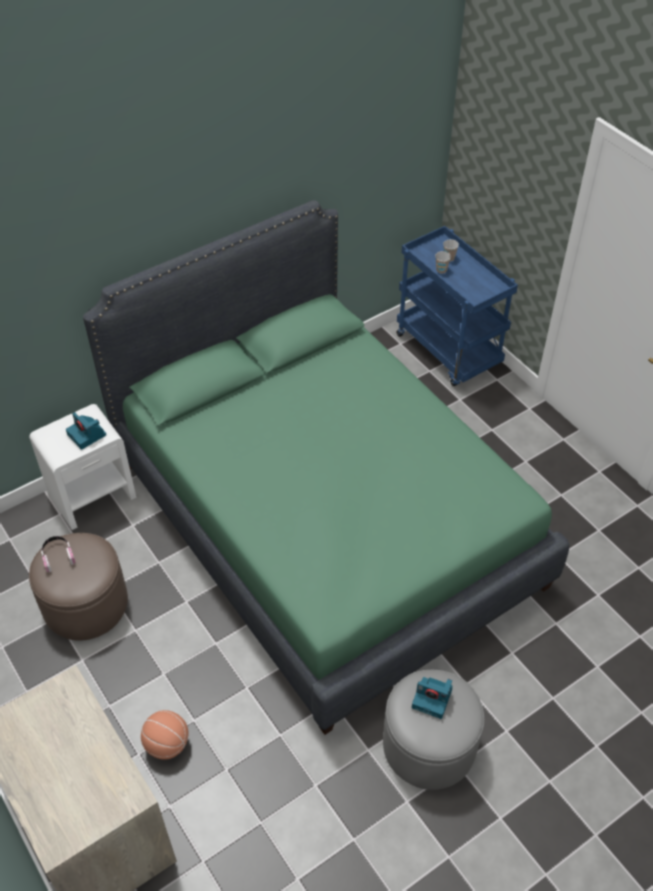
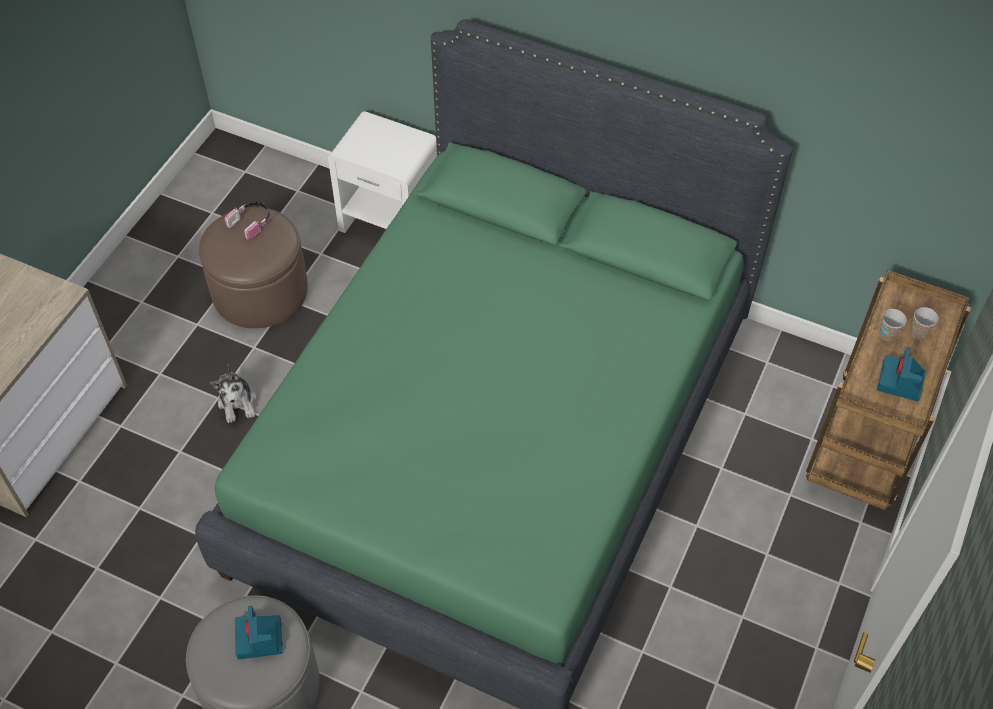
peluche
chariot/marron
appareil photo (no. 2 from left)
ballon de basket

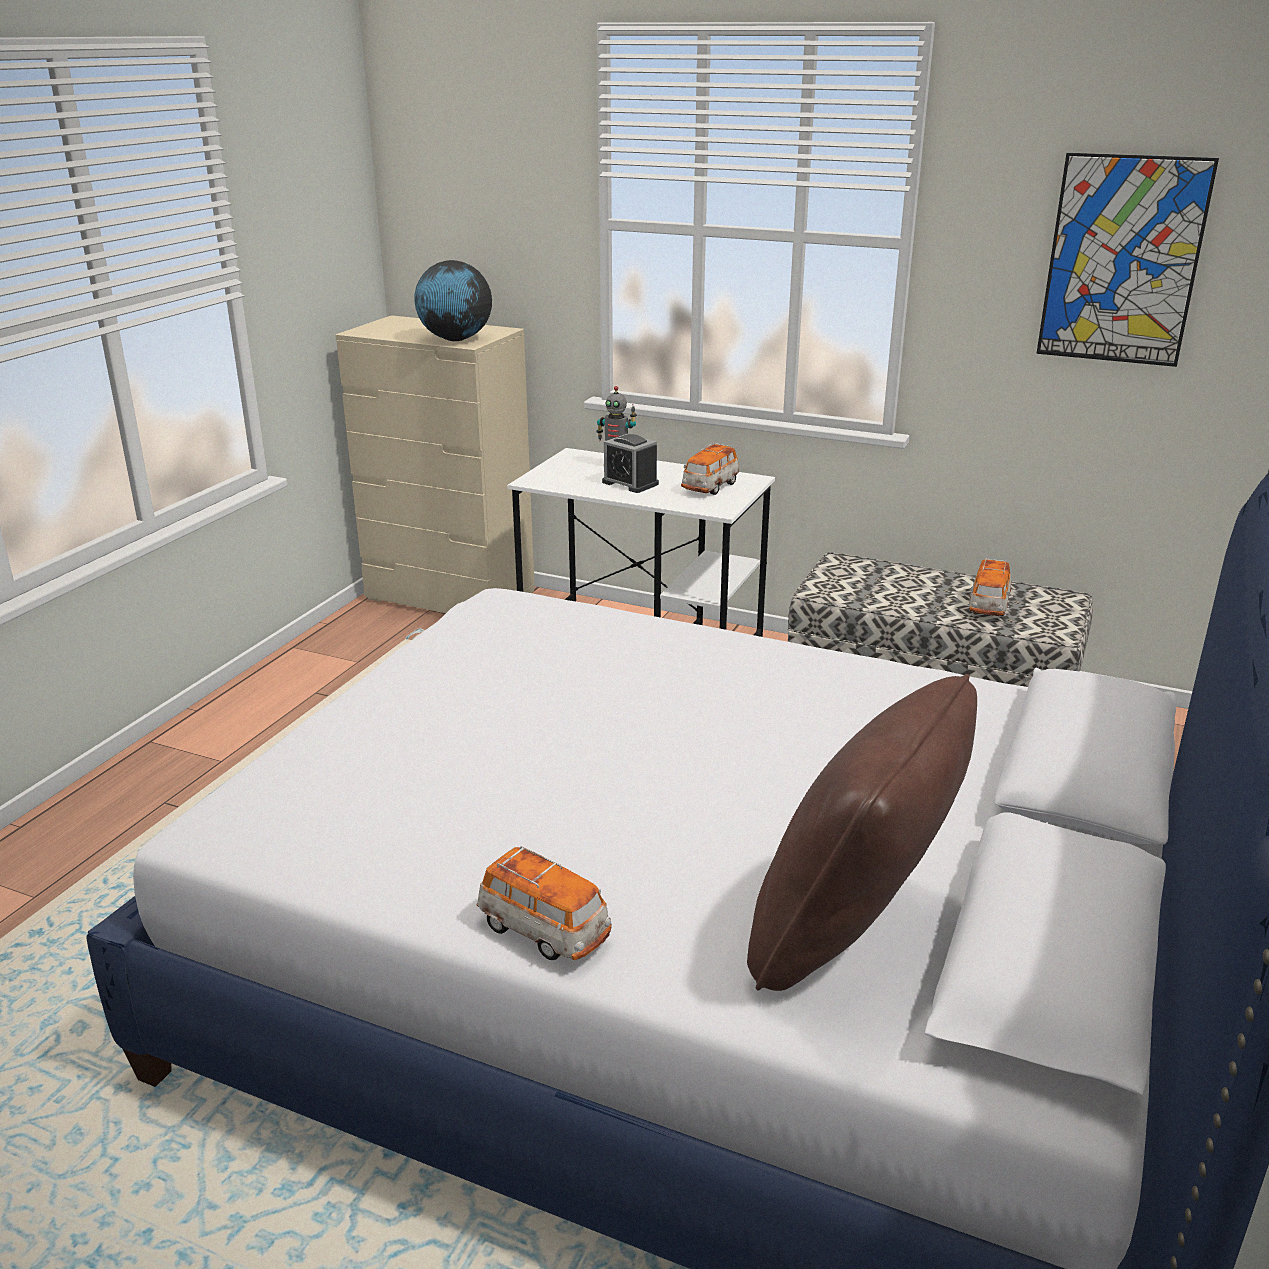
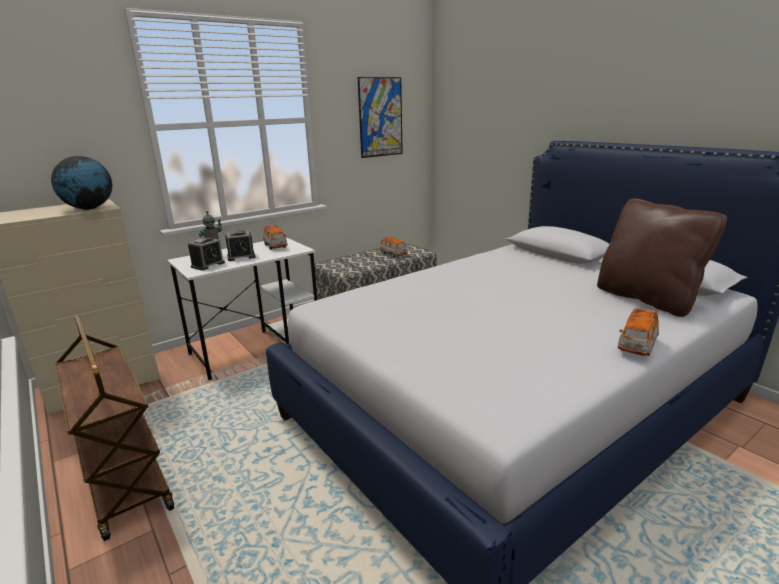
chariot/marron
réveil (no. 1 from left)
petite voiture (no. 3 from left)

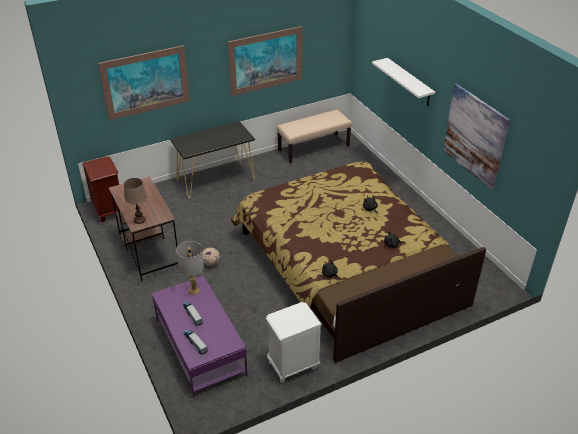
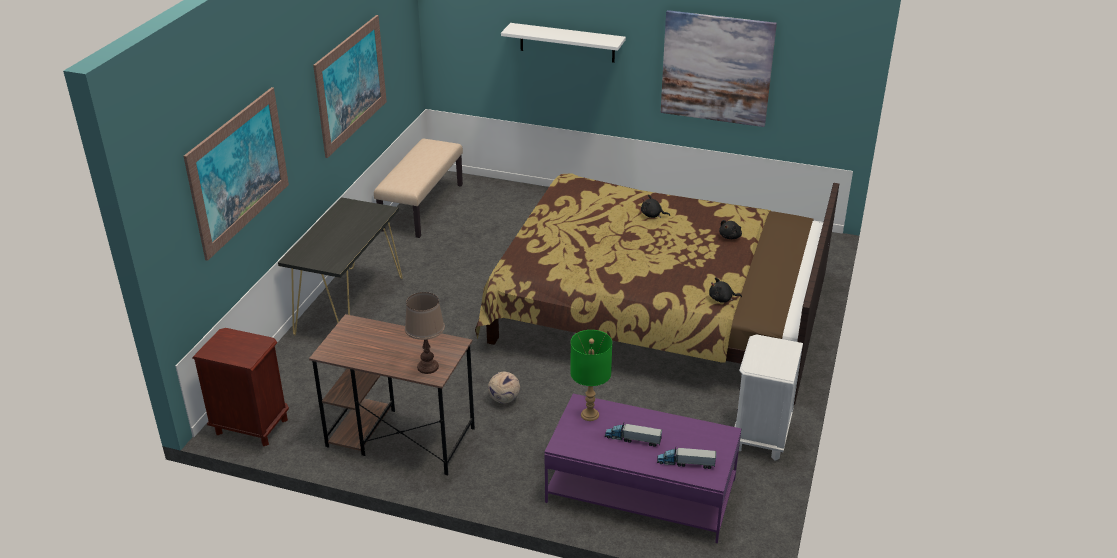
lampe de table/vert

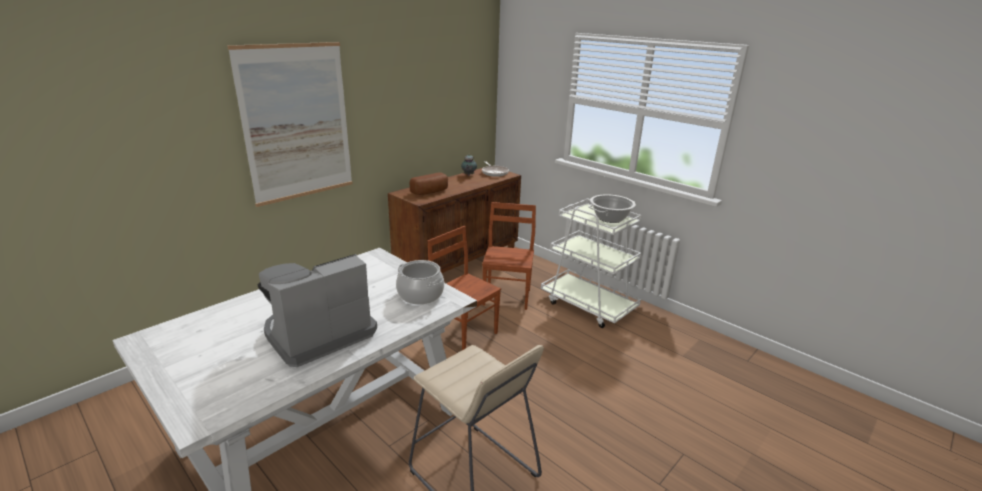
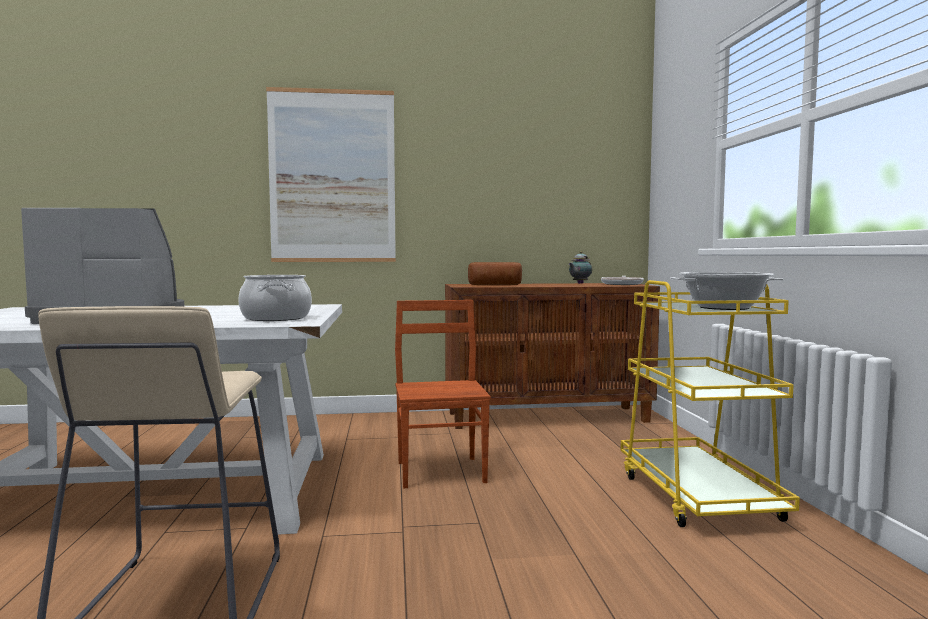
chariot/jaune
chaise/marron (no. 2 from left in the first image)

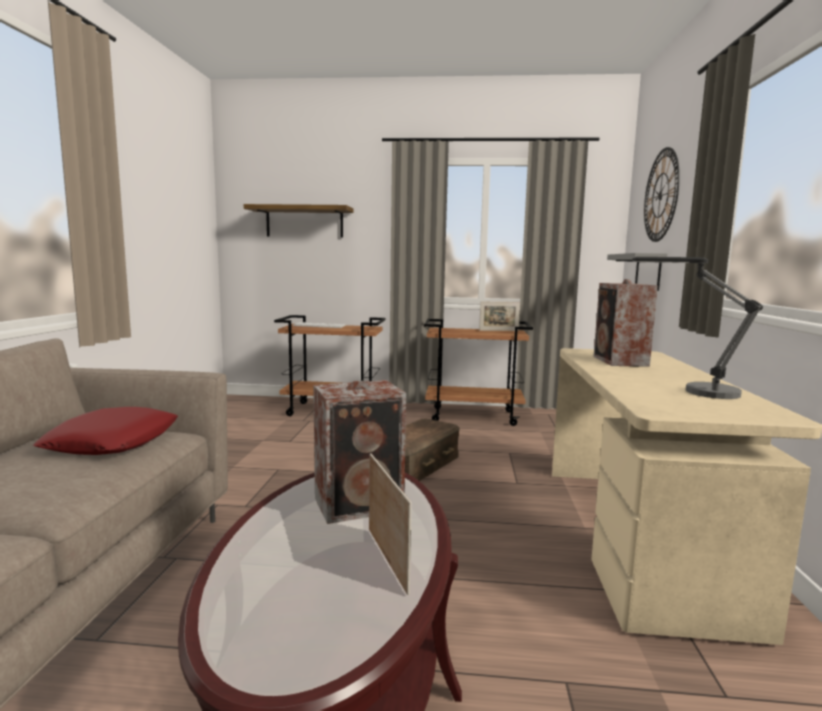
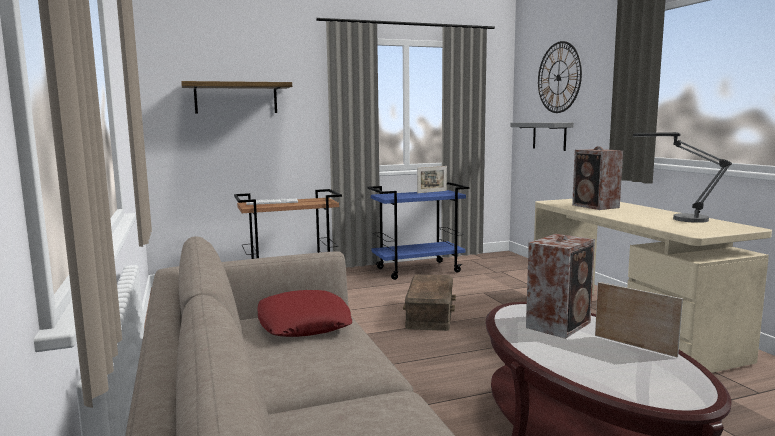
chariot/bleu

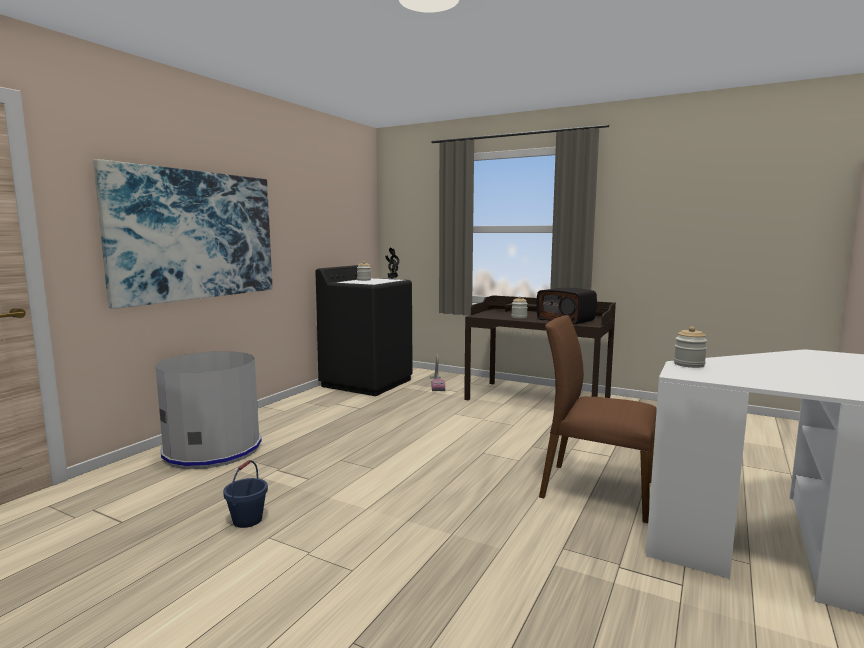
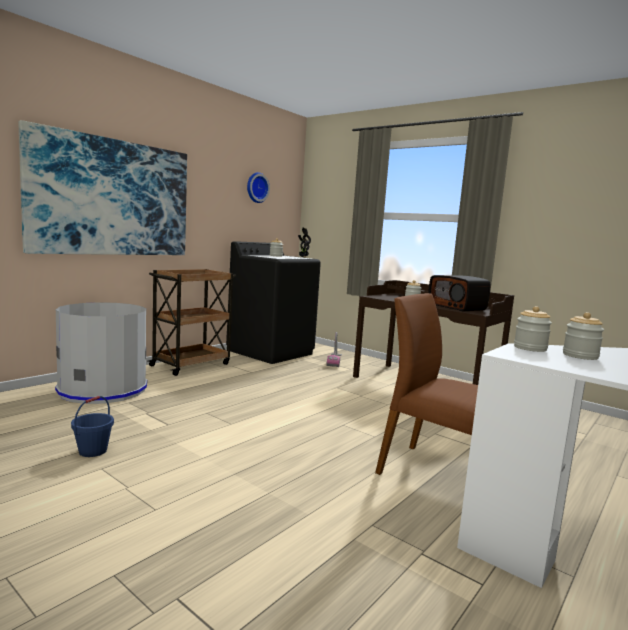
chariot/marron
horloge murale
bocal (no. 4 from left)

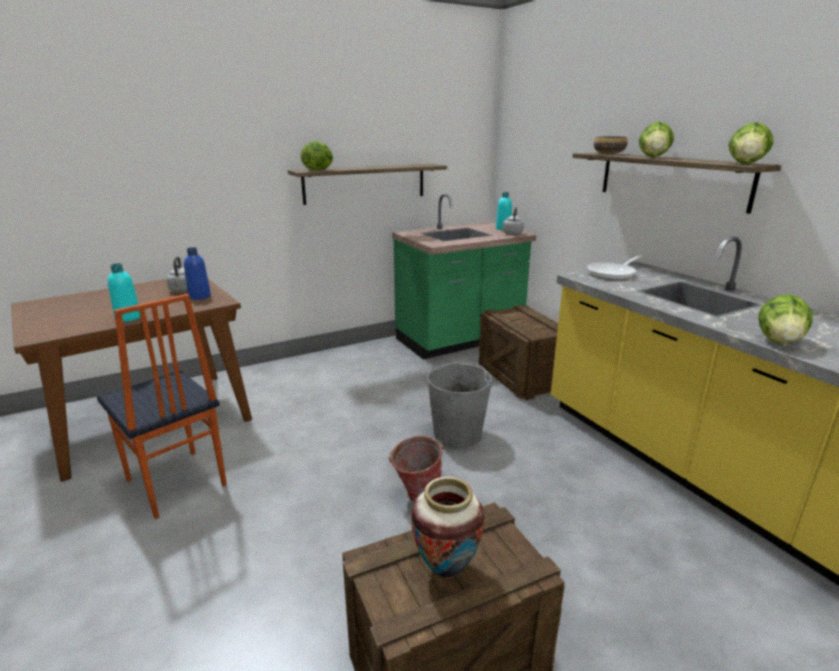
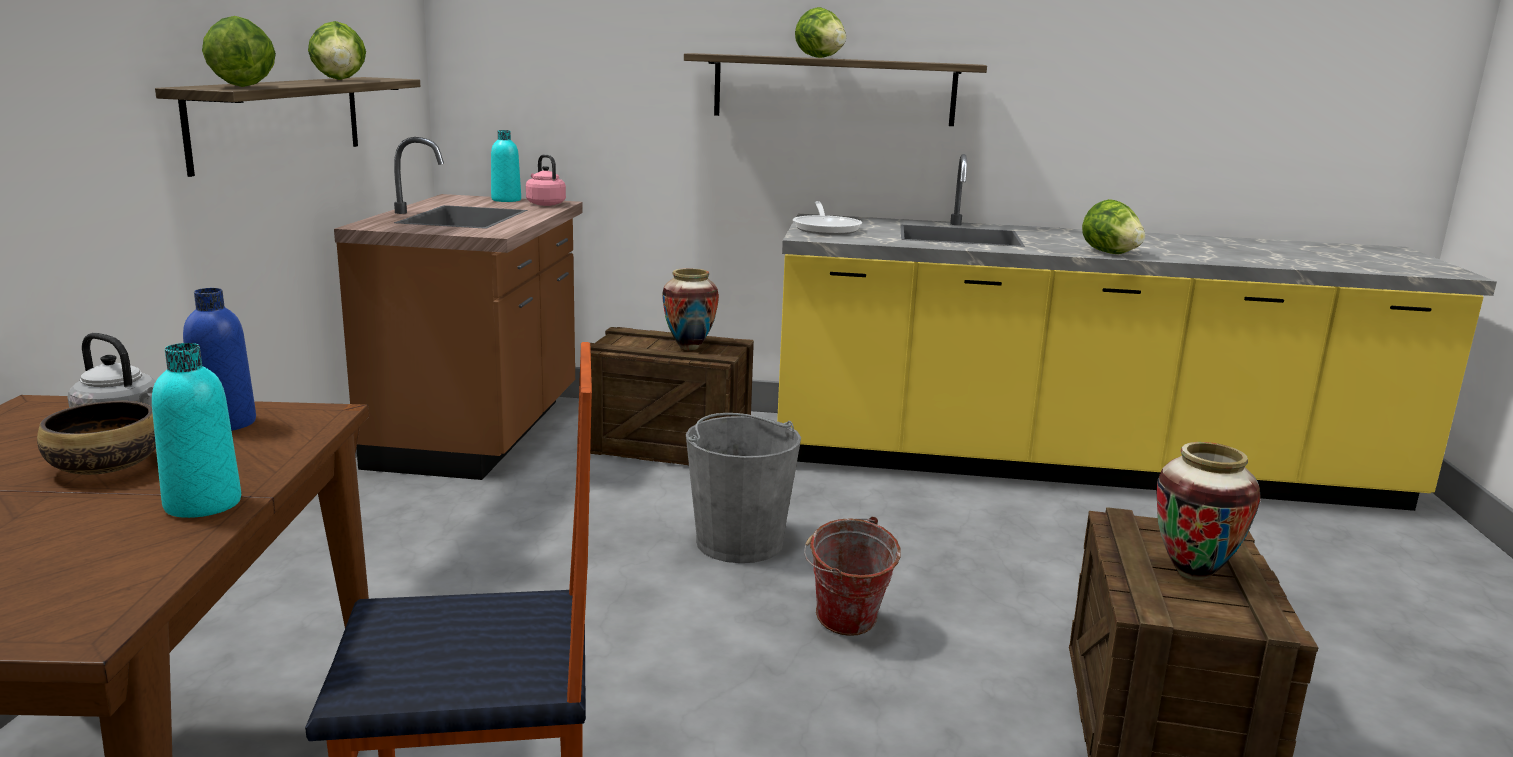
bol
laitue (no. 2 from left)
comptoir de cuisine/marron
bouilloire/rose
vase (no. 1 from left)

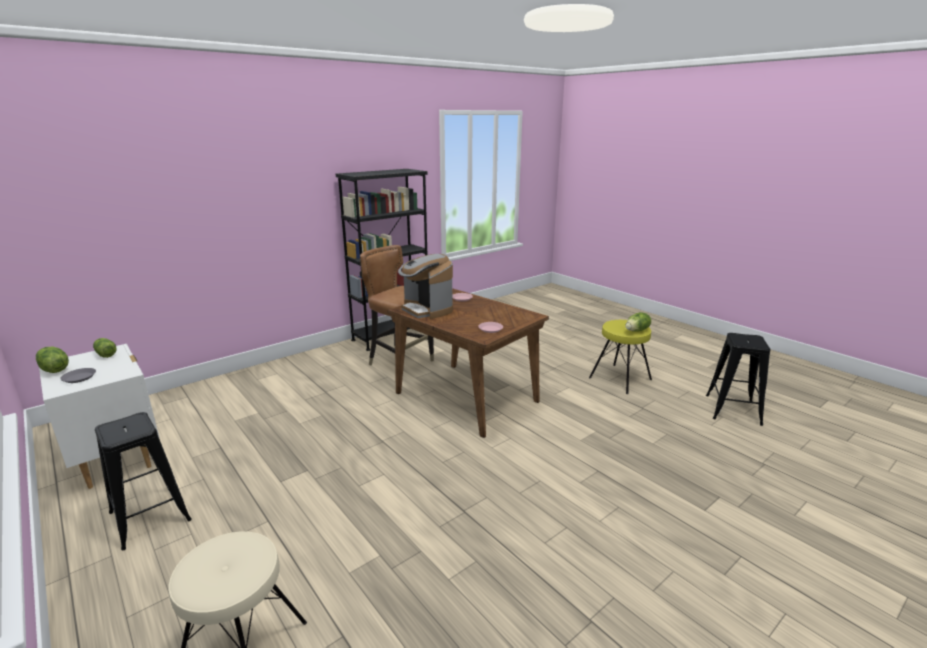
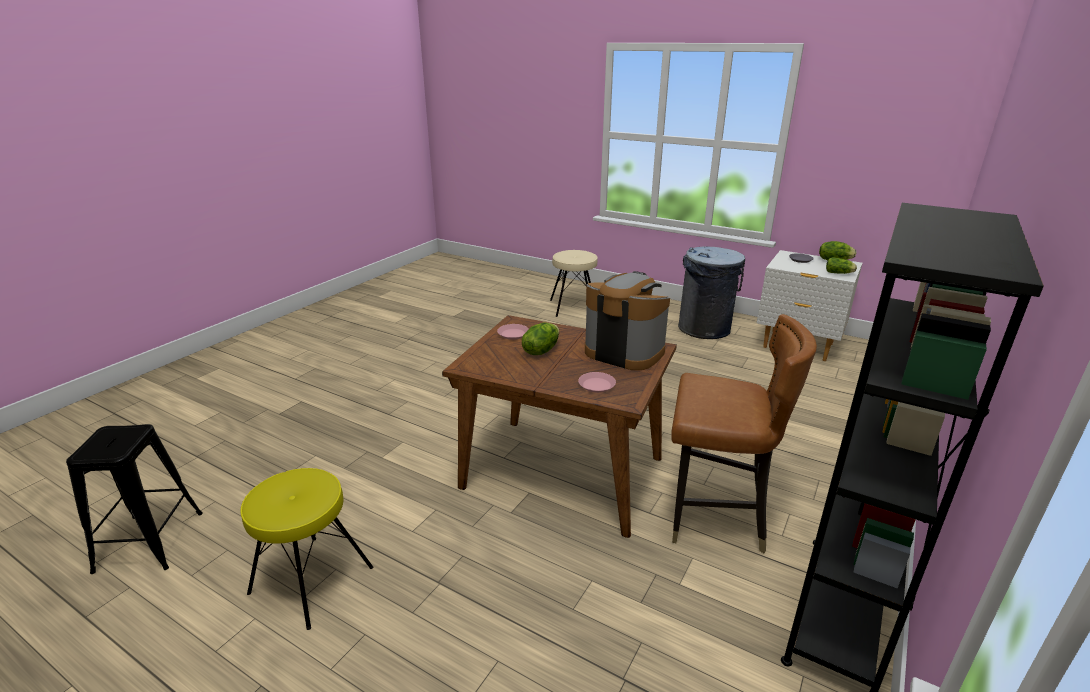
laitue (no. 1 from left)
poubelle/gris

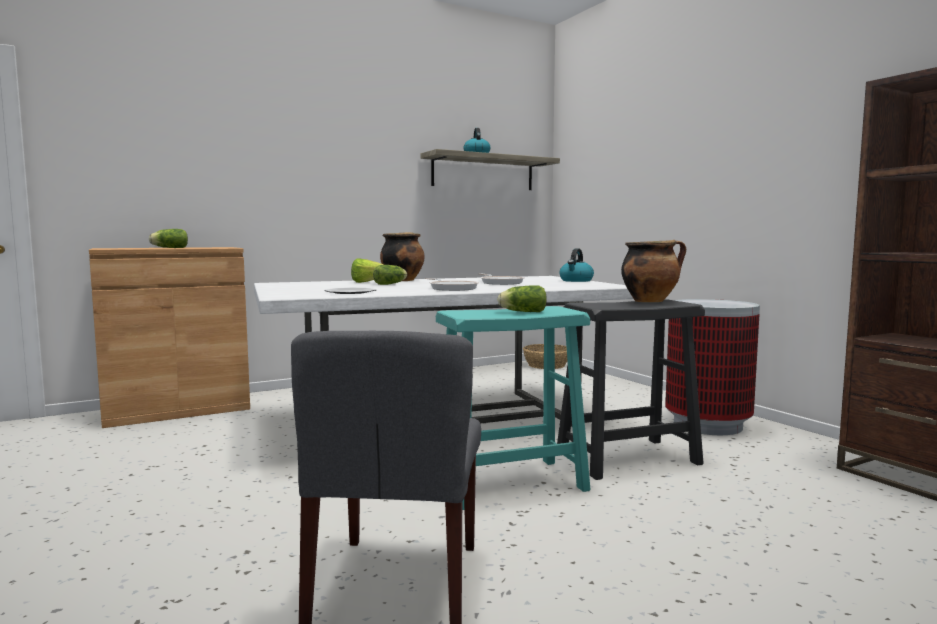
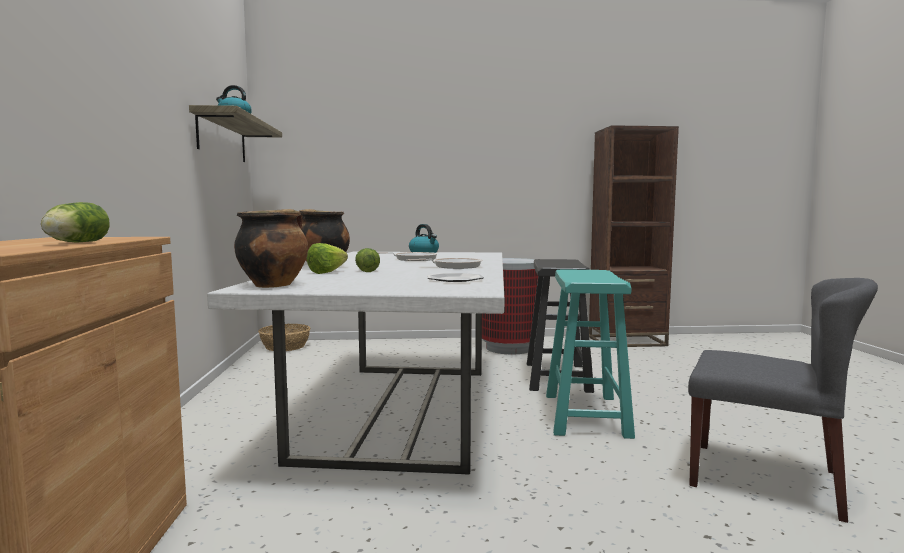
marmite (no. 1 from left)
laitue (no. 4 from left in the first image)

